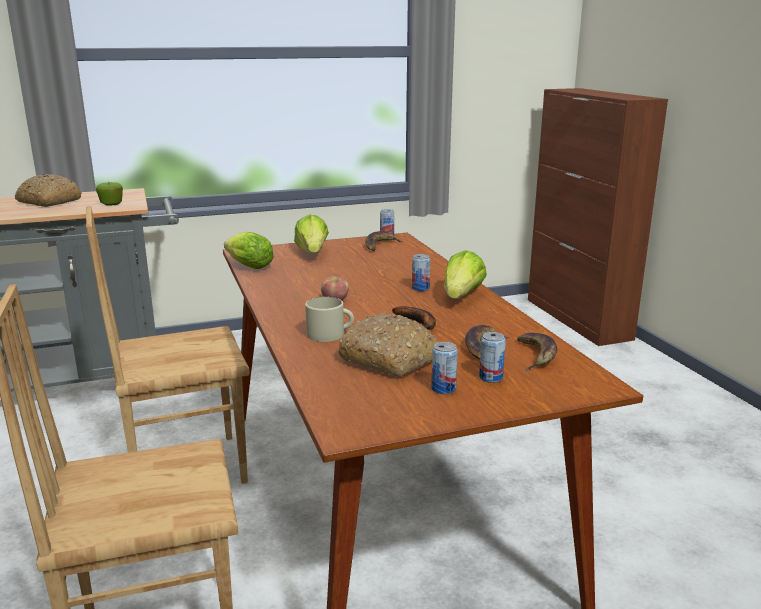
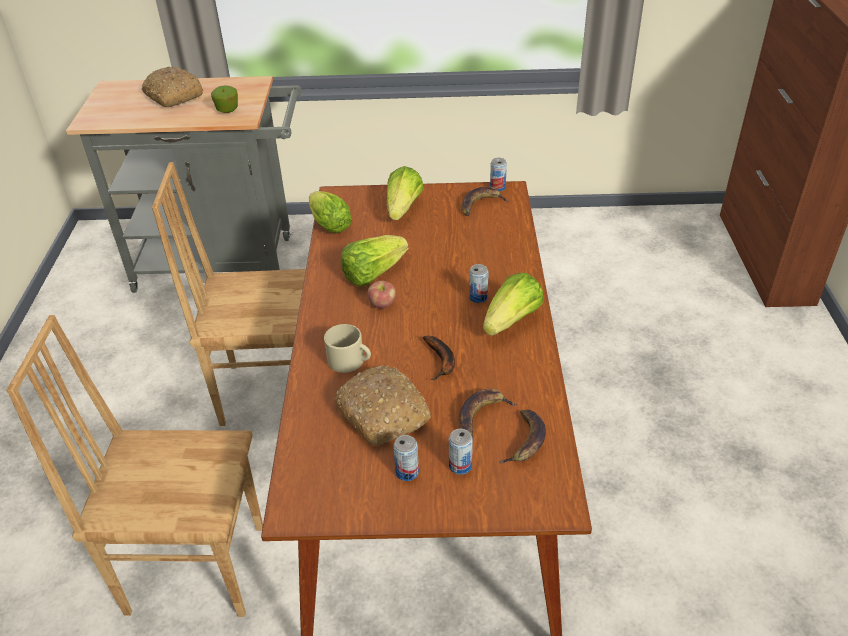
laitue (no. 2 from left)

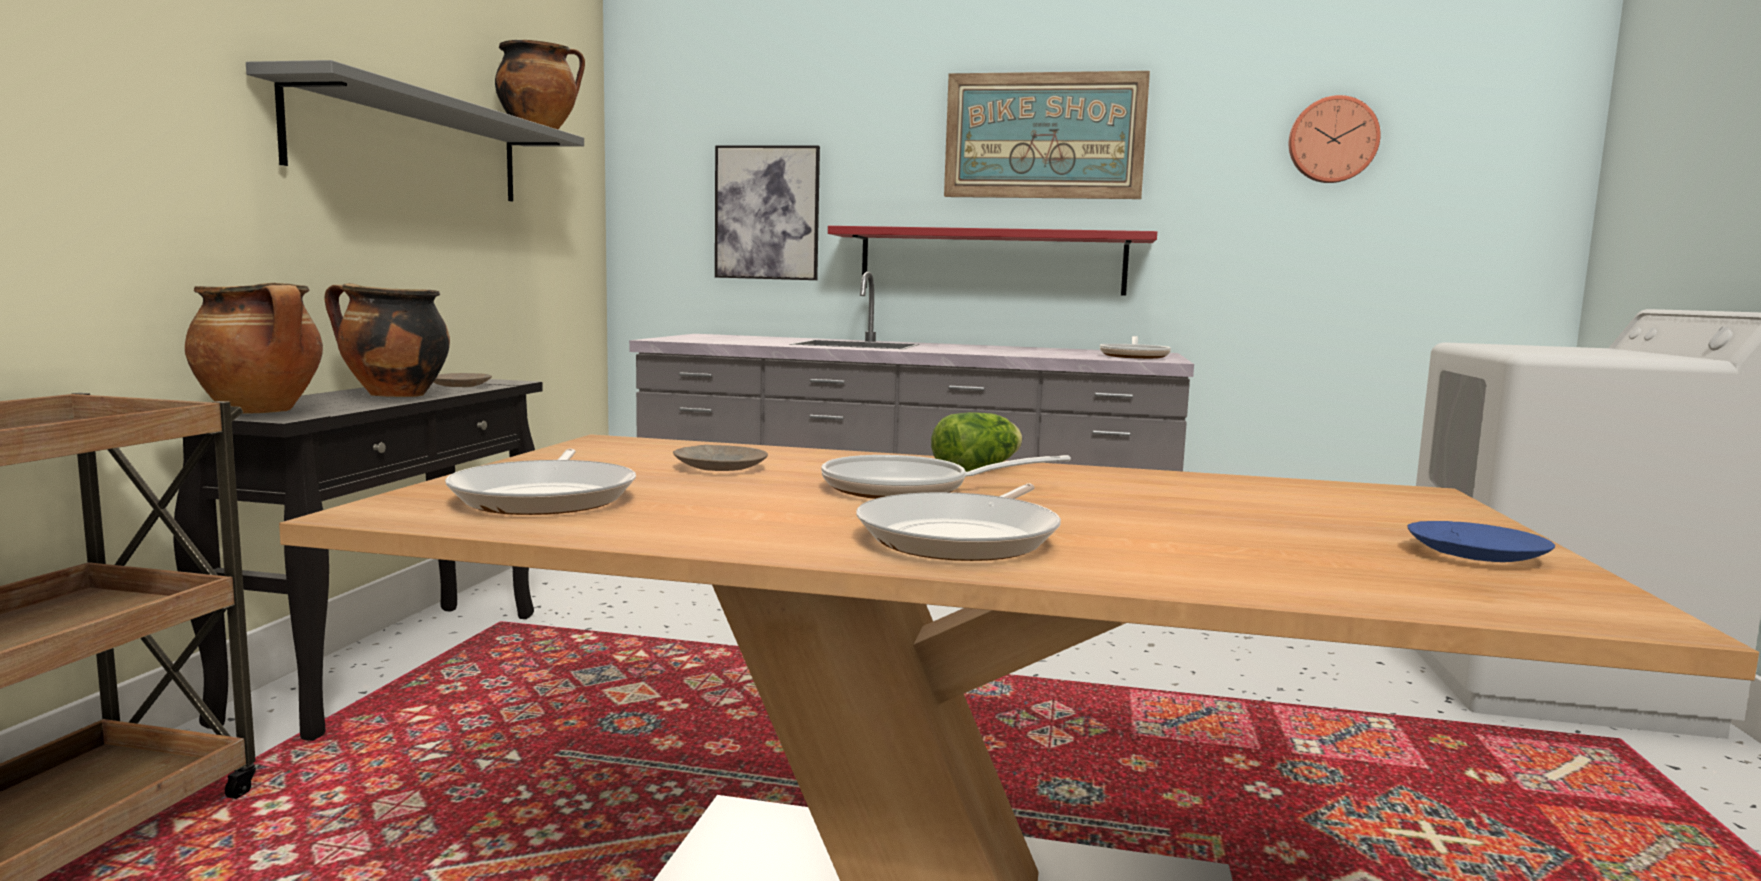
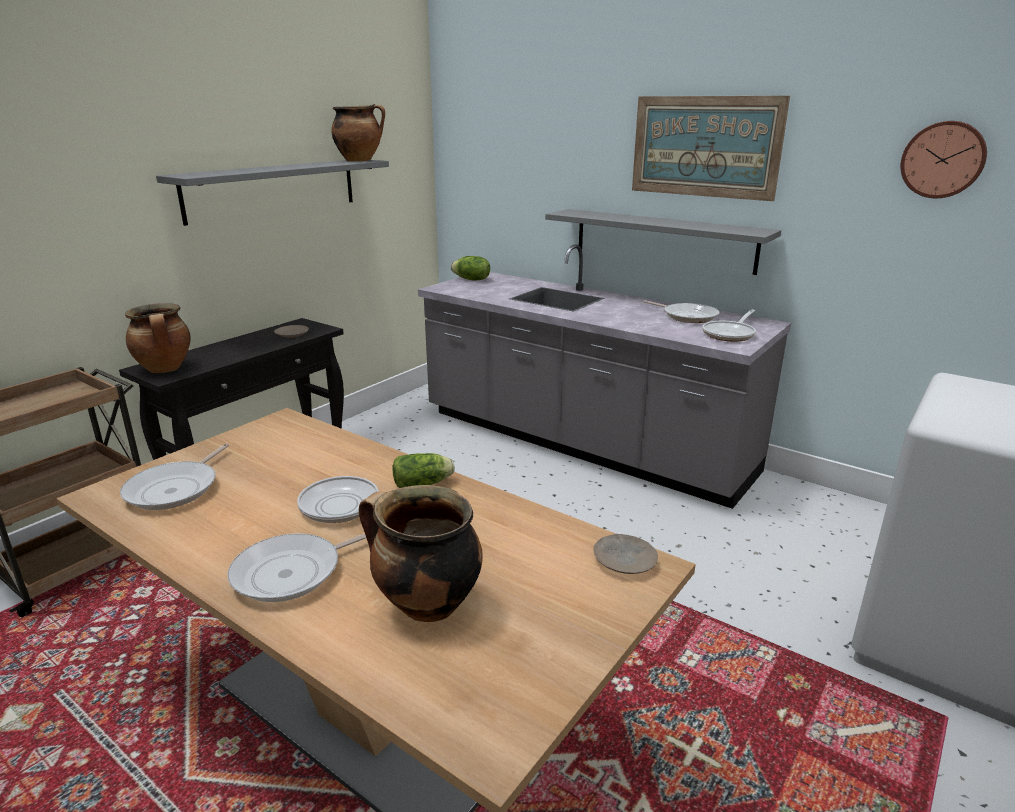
marmite (no. 3 from left)
laitue (no. 2 from left)
étagère/gris (no. 2 from left)
assiette/beige (no. 2 from left)
poêle (no. 4 from left)
tableau (no. 1 from left in the first image)
assiette/bleu

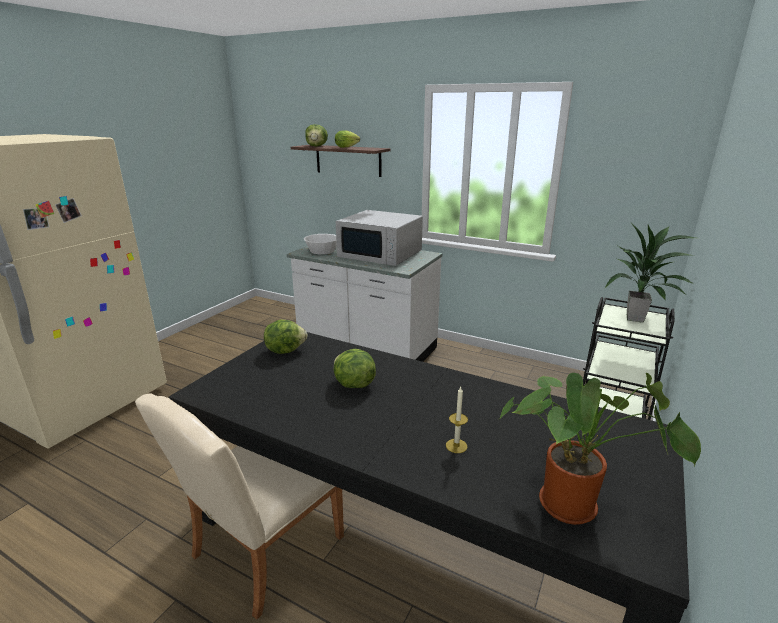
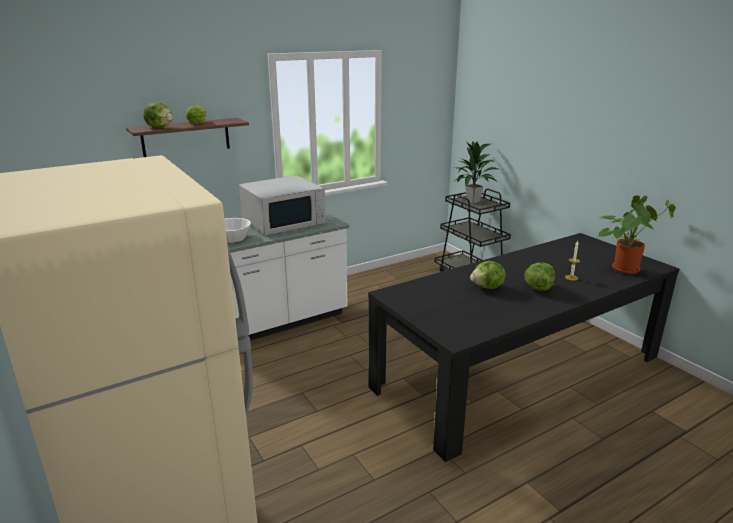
laitue (no. 4 from left)
chaise/beige

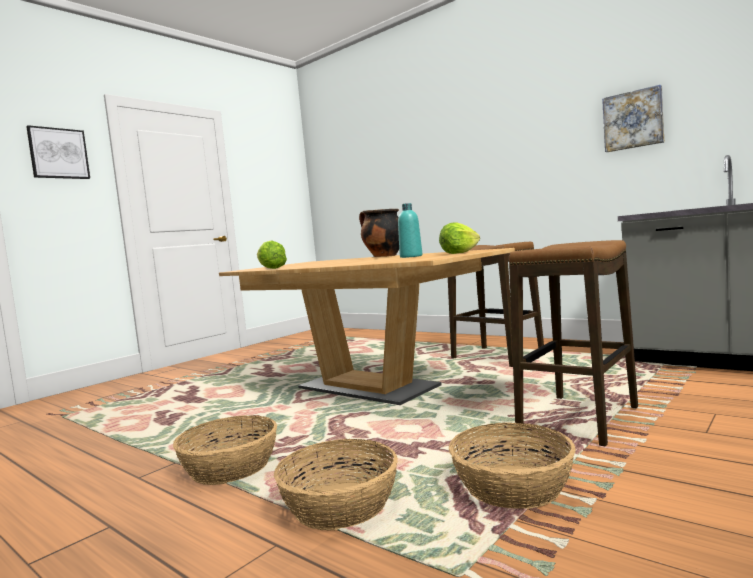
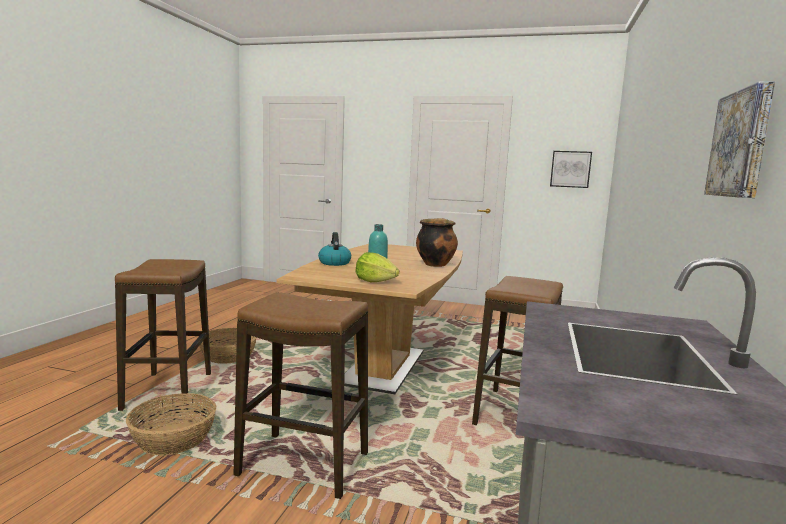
tabouret (no. 1 from left)
bouilloire
tableau (no. 1 from left)
laitue (no. 1 from left in the first image)

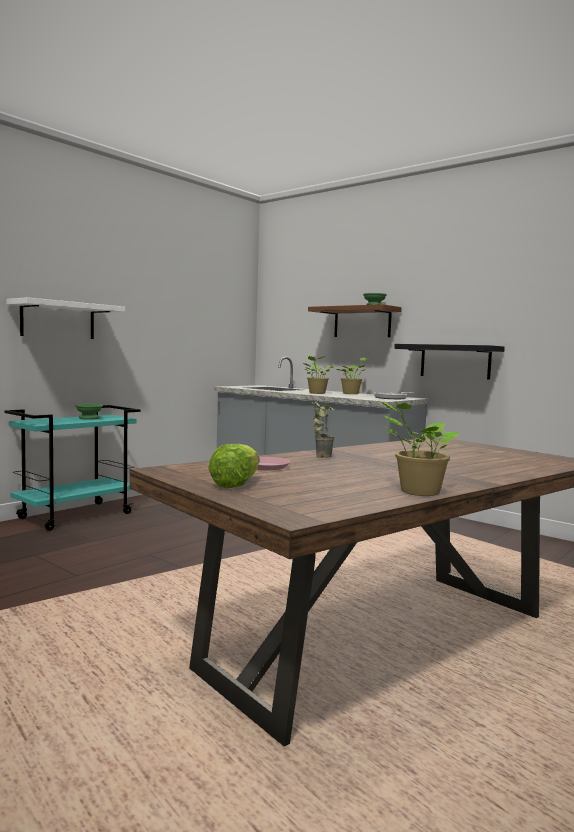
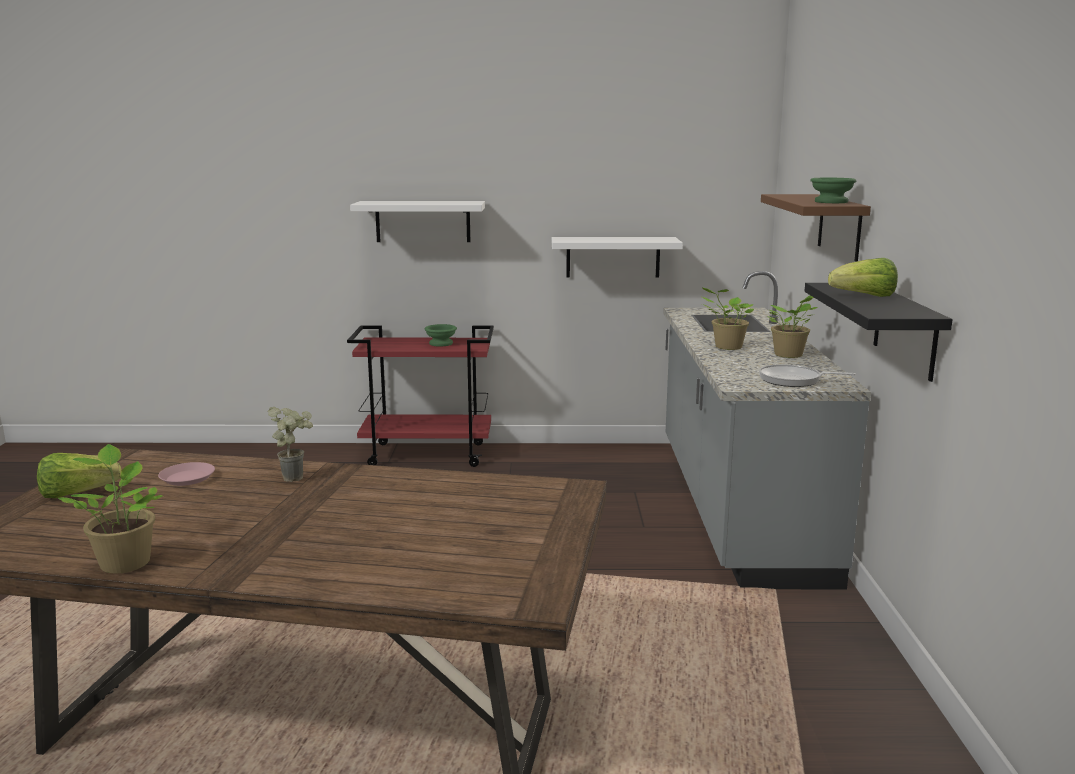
chariot/rouge
étagère/blanc (no. 2 from left)
laitue (no. 2 from left)

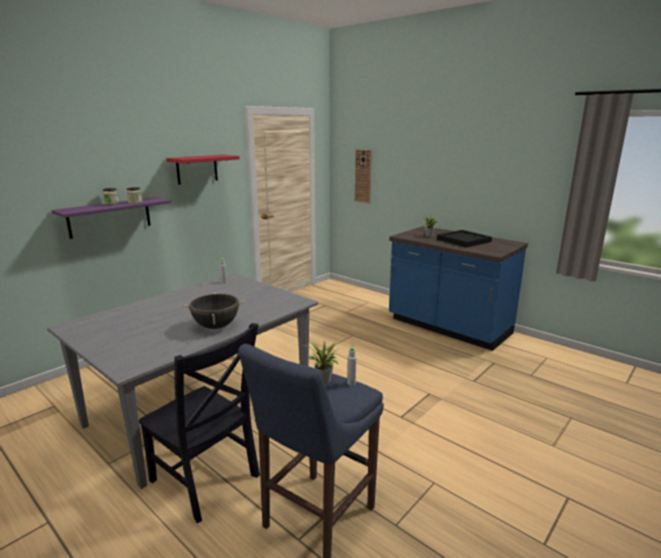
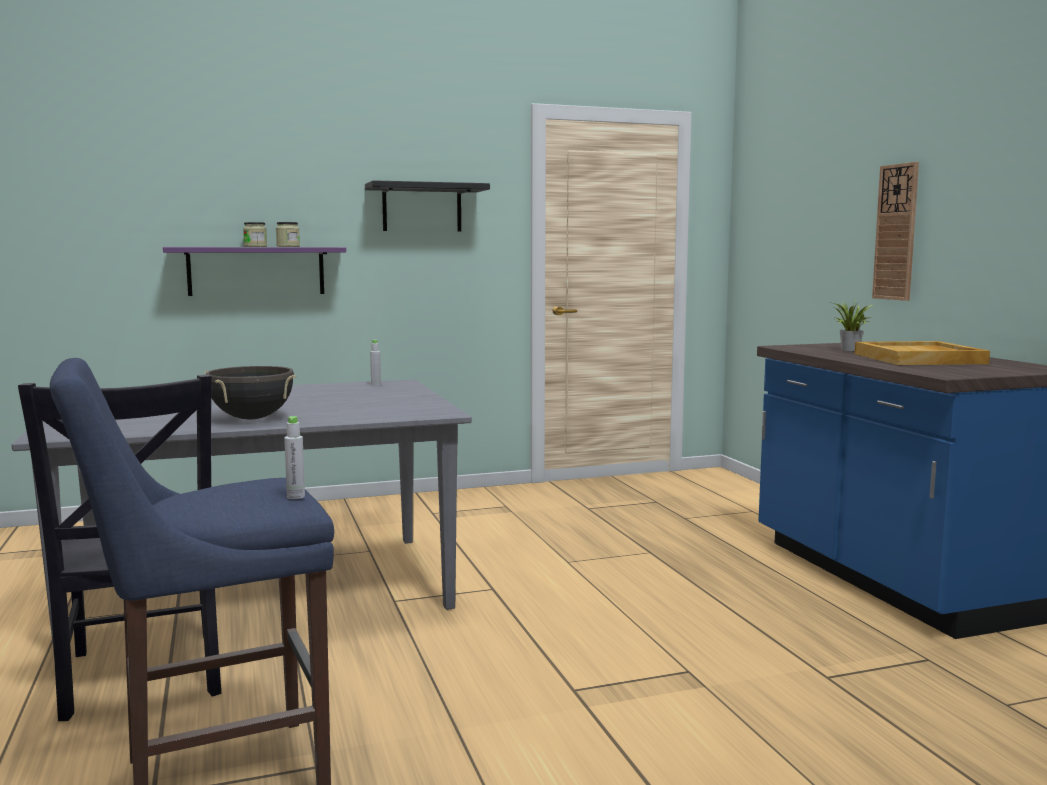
étagère/noir
plateau/beige
horloge murale
plante en pot (no. 1 from left in the first image)

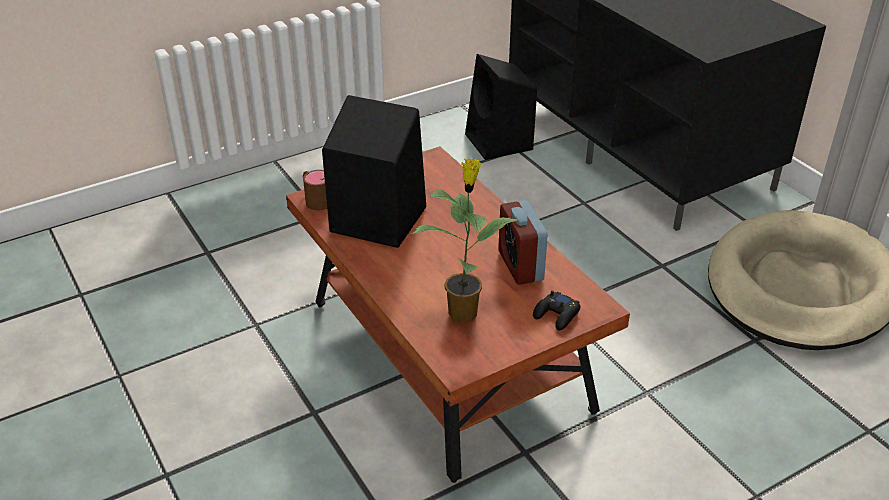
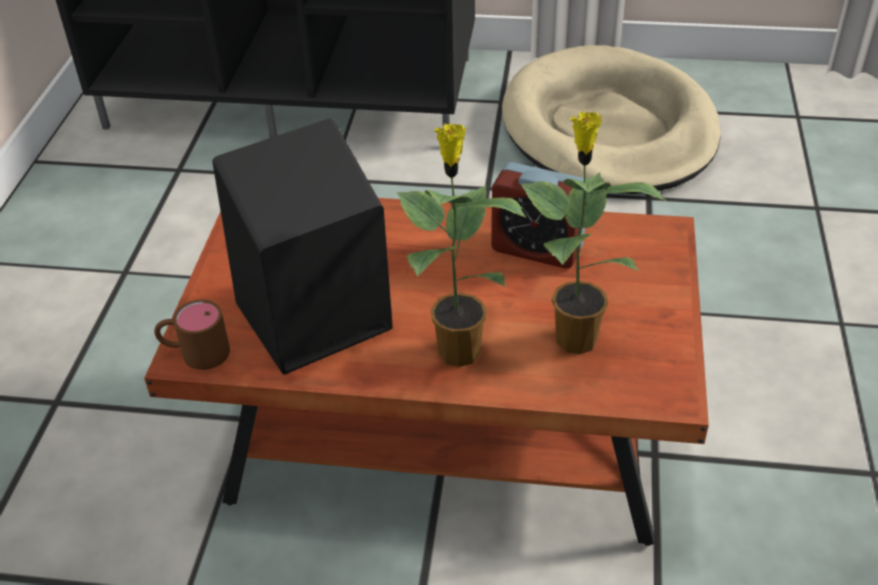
plante en pot (no. 1 from left)
enceinte/noir (no. 2 from left in the first image)
manette/noir

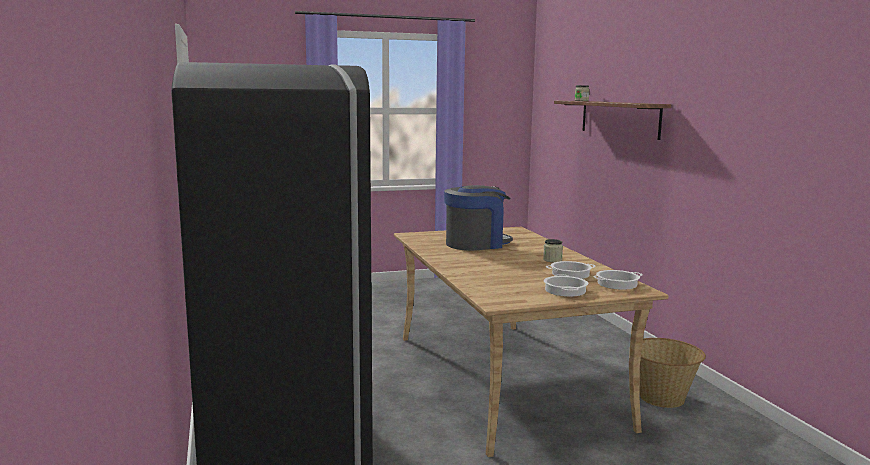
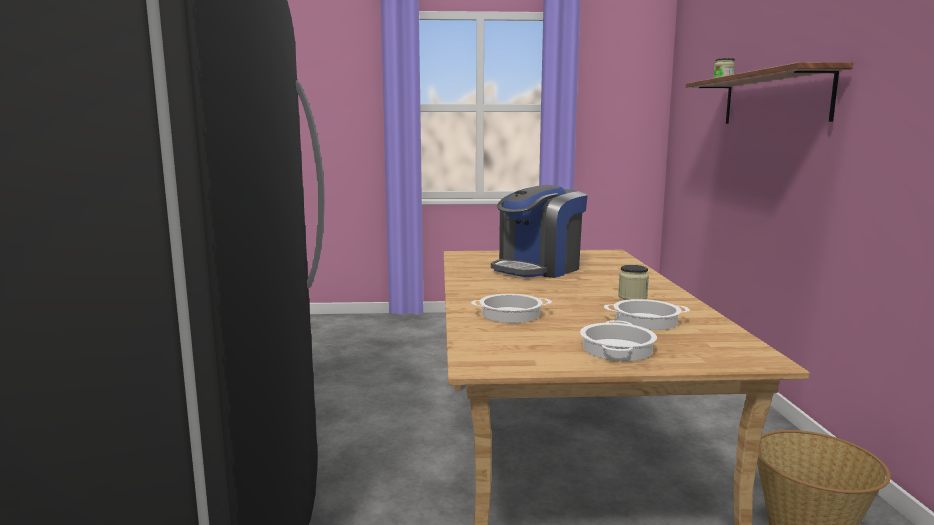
marmite (no. 1 from left)
machine à café

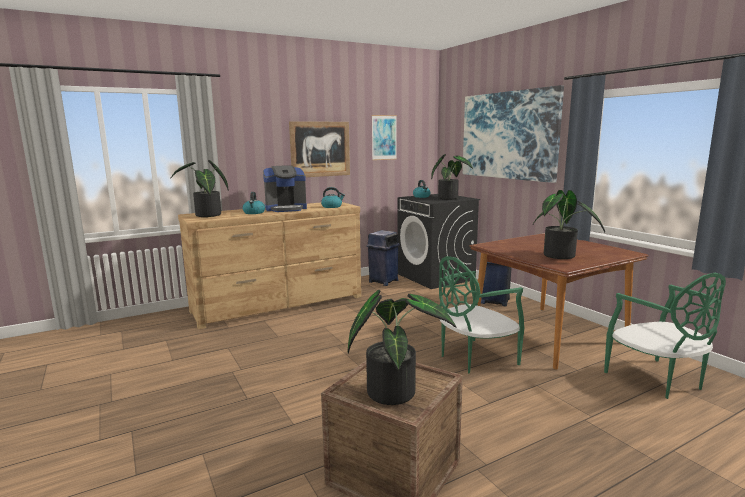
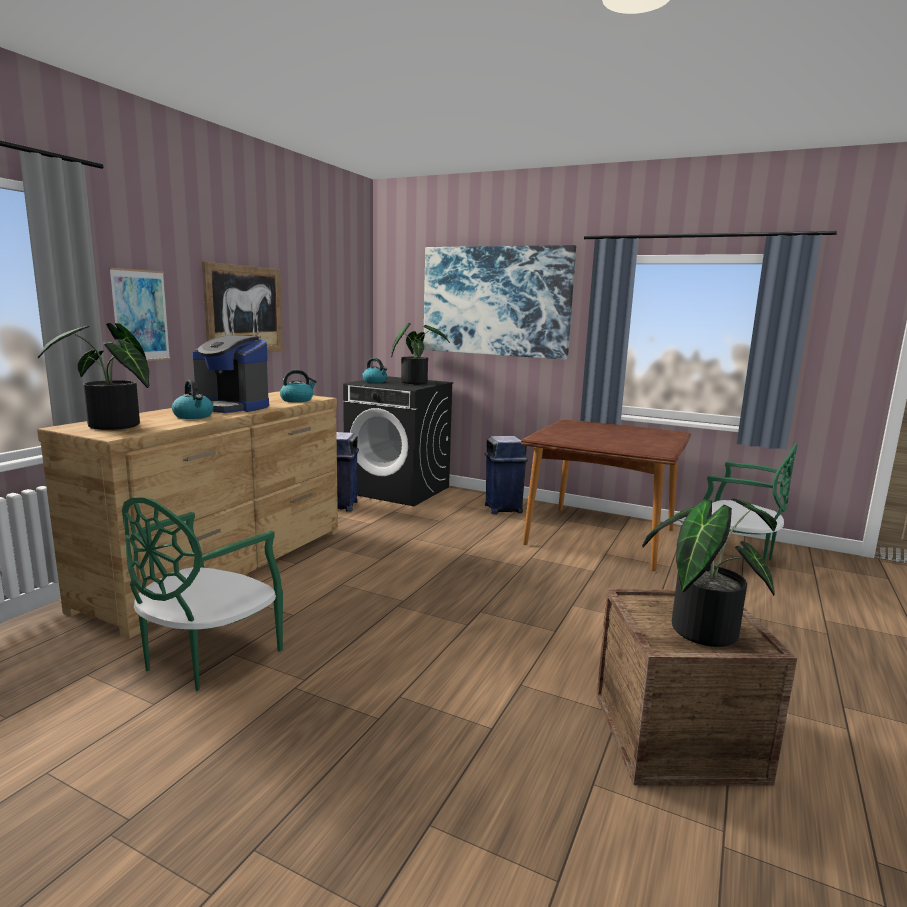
tableau (no. 1 from left)
chaise/vert (no. 1 from left)
machine à café
plante en pot (no. 4 from left in the first image)

